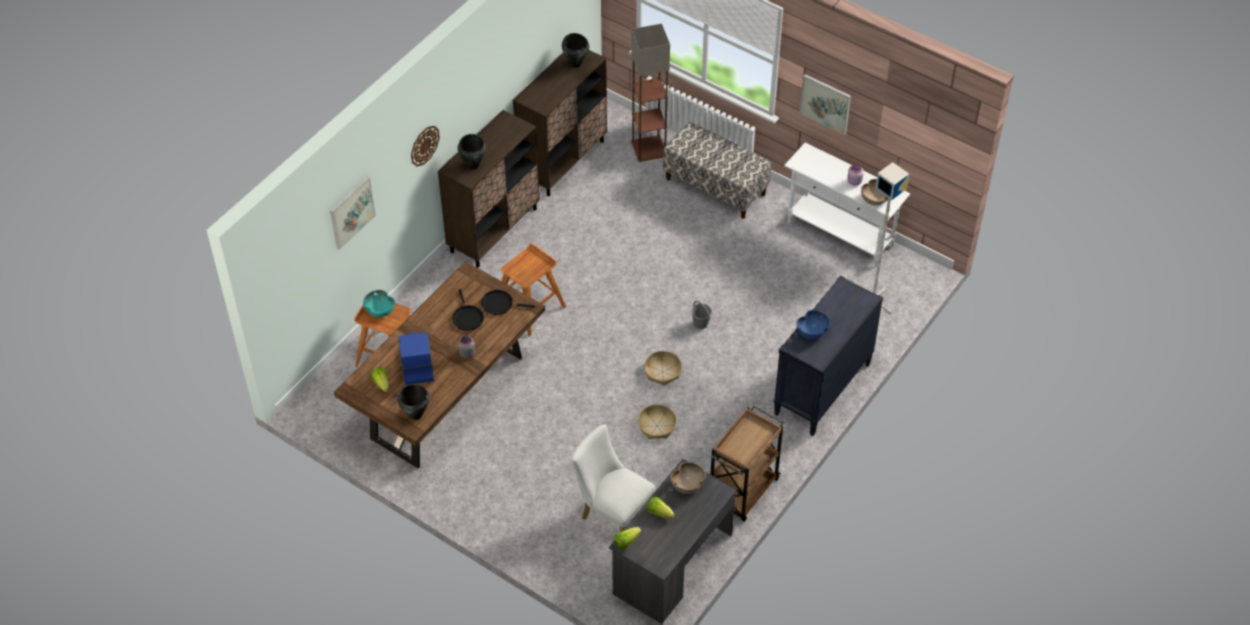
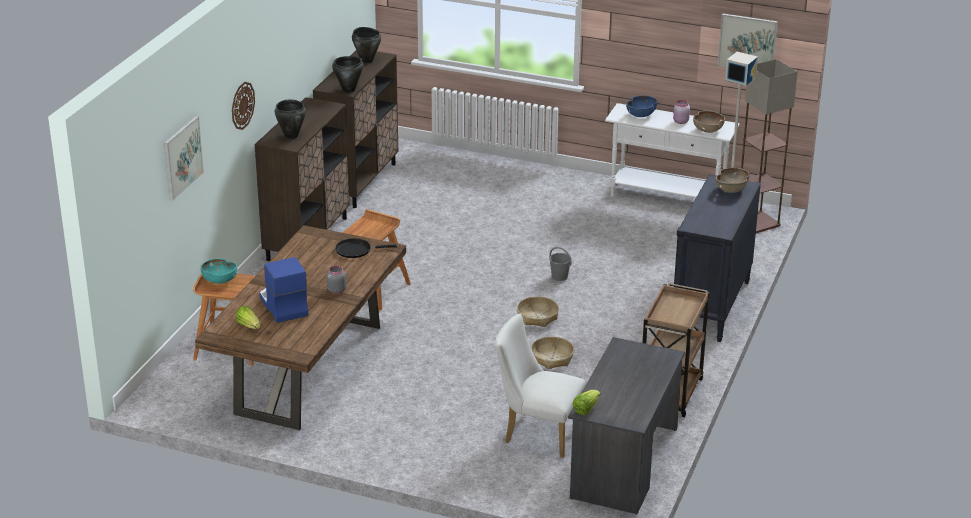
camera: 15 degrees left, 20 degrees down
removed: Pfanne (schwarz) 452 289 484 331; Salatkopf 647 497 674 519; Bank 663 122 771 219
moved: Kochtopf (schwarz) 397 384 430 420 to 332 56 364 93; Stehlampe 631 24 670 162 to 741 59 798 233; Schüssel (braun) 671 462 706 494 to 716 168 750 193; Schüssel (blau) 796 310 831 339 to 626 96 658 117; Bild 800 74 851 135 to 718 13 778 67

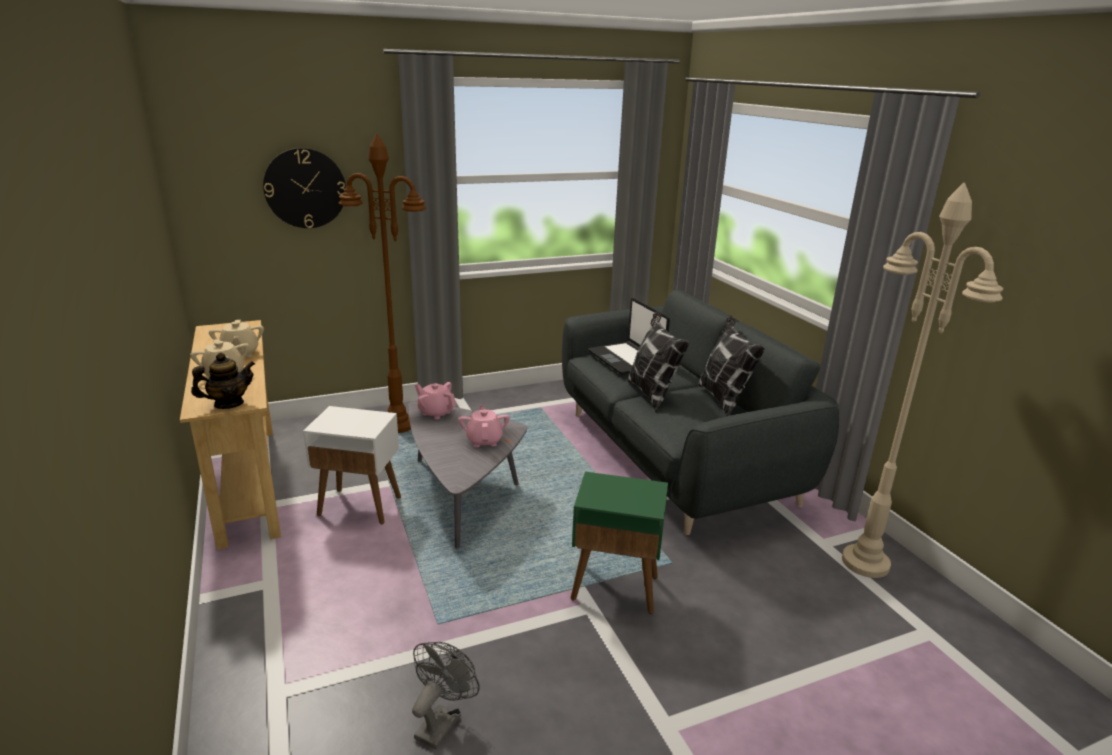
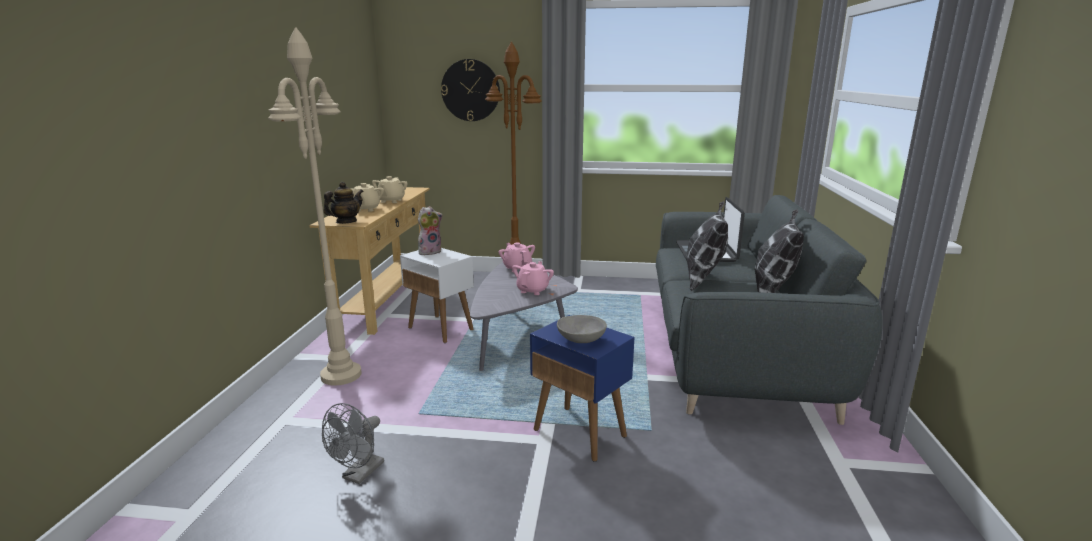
camera: 30 degrees right, 5 degrees down
added: Plüschtier 418 206 443 255; Schüssel (grau) 557 315 607 343
moved: Stehlampe (beige) 842 182 1003 578 to 268 27 362 385
recoloured: Beistelltisch (grün) 571 472 668 614 to Beistelltisch (blau) 530 315 635 462
turned: Teekanne 191 353 255 409 = 324 182 363 224 45 degrees counterclockwise; Ventilator (grau) 412 642 480 749 = 322 403 384 484 150 degrees clockwise

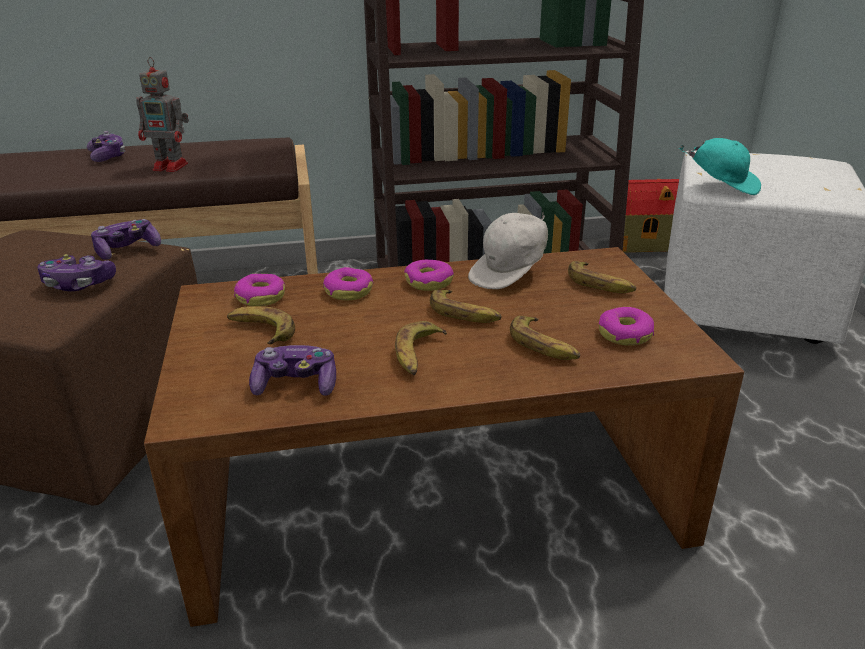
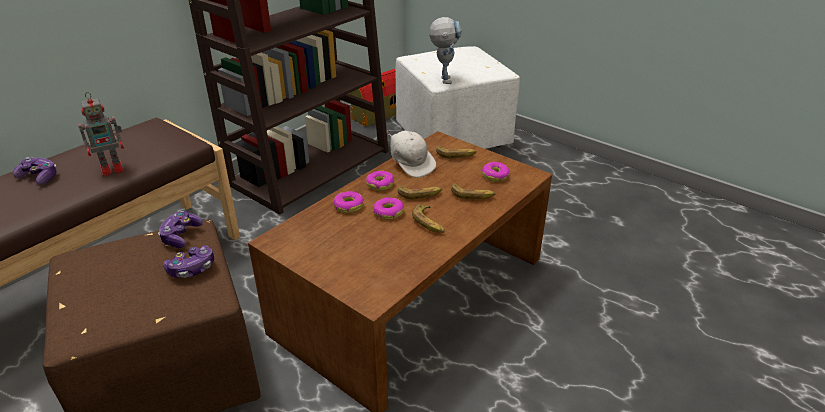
camera: 40 degrees left, 5 degrees up
removed: Banane 227 306 295 344; Gamepad 249 345 336 396
moved: Donut 234 274 286 306 to 373 197 404 220
replaced: Kappe (türkis) 679 138 761 195 to Spielzeugroboter 429 17 462 84
turned: Kappe (weiß) 468 213 548 289 = 387 130 436 178 45 degrees counterclockwise

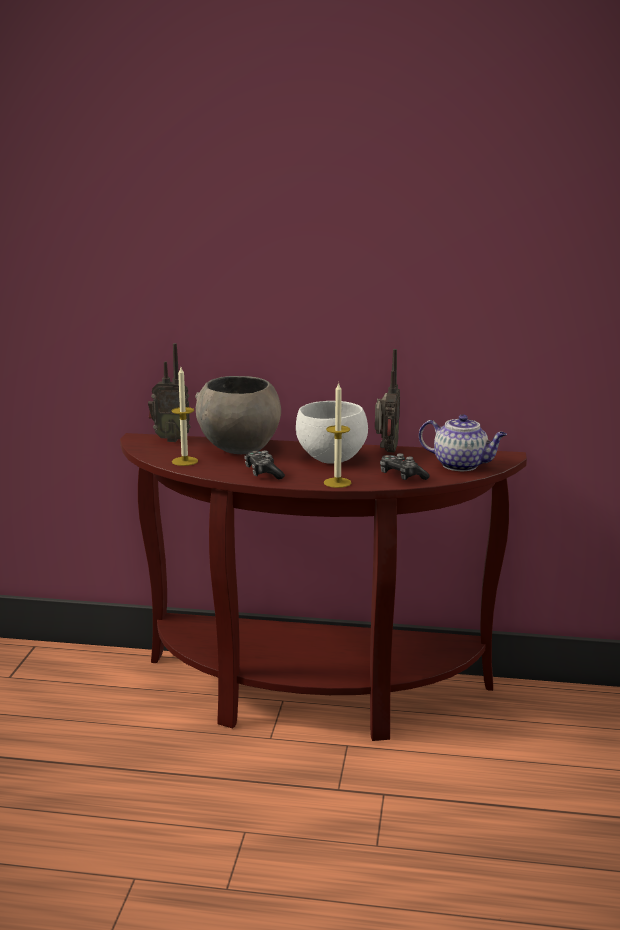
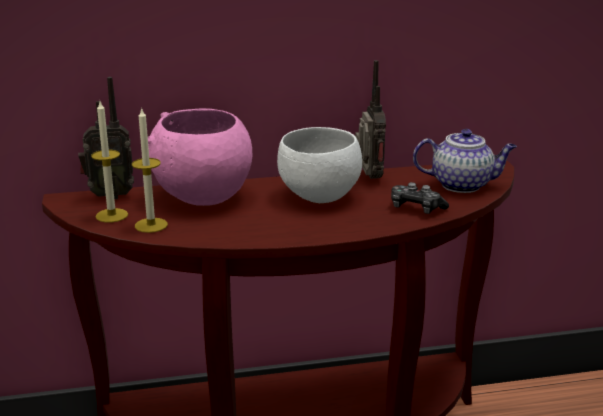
camera: 20 degrees left, 5 degrees up
removed: Gamepad 244 450 285 480
moved: Kerze 324 382 352 488 to 91 101 128 223
recoloured: Schüssel (grau) 195 376 281 454 to Schüssel (rosa) 148 108 252 206

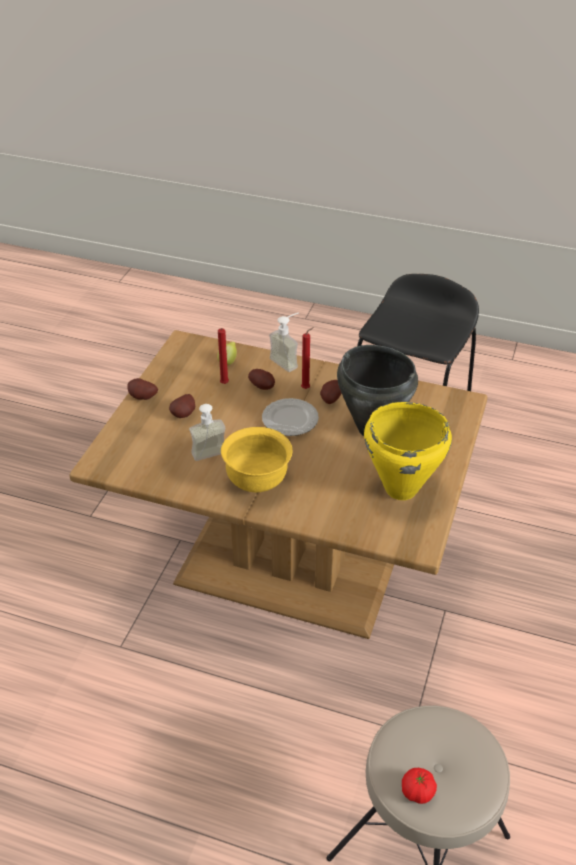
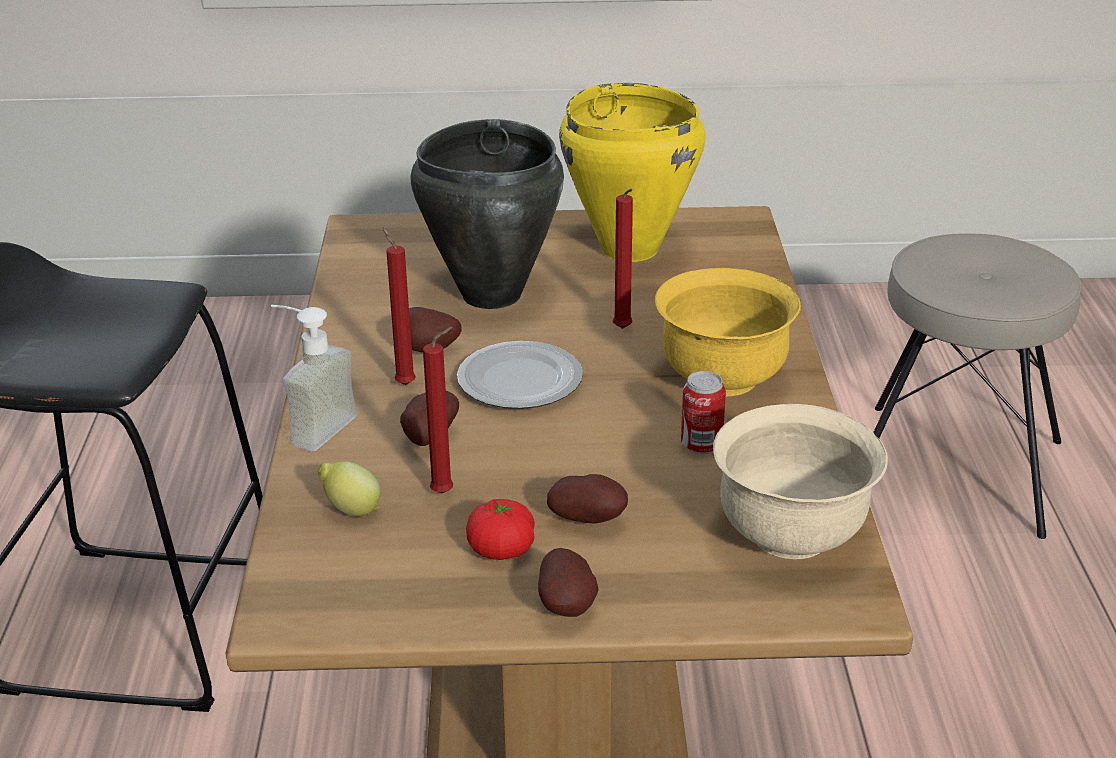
camera: 110 degrees left, 10 degrees down
added: Kerze (rot) 613 189 633 329; Schüssel (beige) 713 404 888 559
moved: Tomate 402 768 437 804 to 466 499 534 560
replaced: Seifenspender 189 404 225 461 to Dose 681 371 726 454

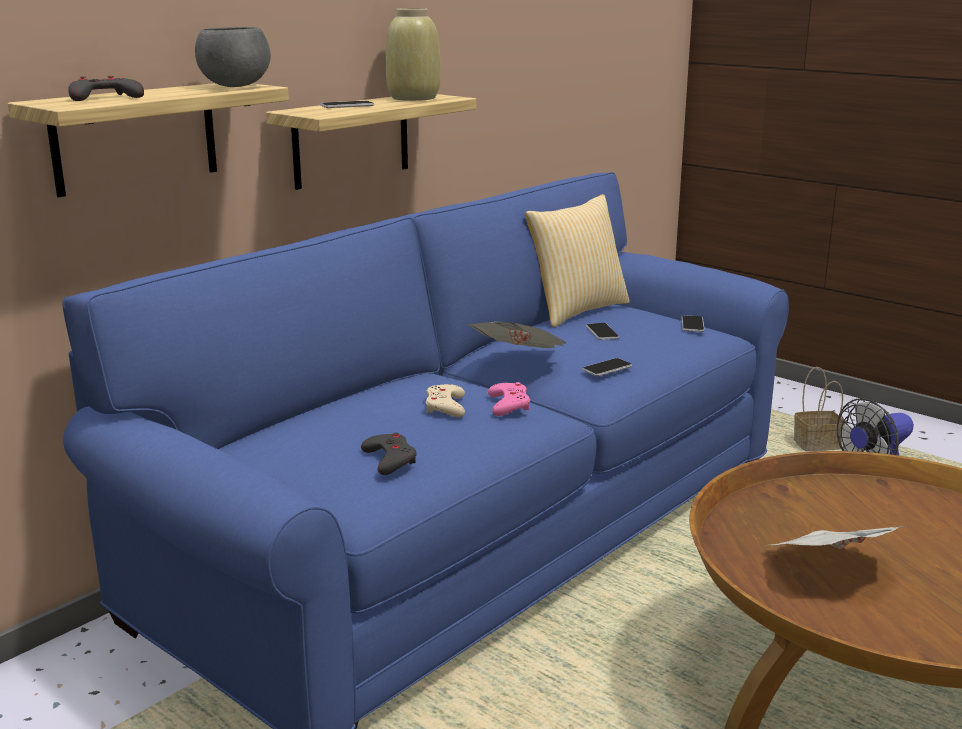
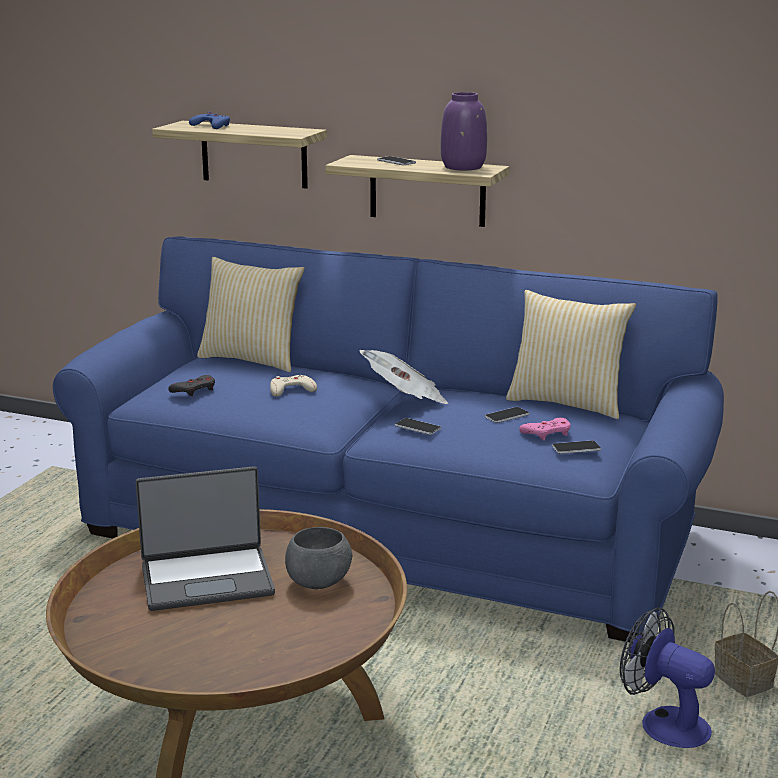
camera: 70 degrees right, 0 degrees up
added: Kissen 197 257 305 372
moved: Schüssel (grau) 195 27 271 87 to 285 527 352 589; Gamepad (rosa) 488 382 530 416 to 519 418 571 440
replaced: Zeitung 770 526 908 549 to Laptop 135 466 275 611
recoloured: Gamepad (grau) 68 76 144 101 to Gamepad (blau) 189 112 230 129; Vase (beige) 386 8 441 101 to Vase (lila) 441 92 487 170

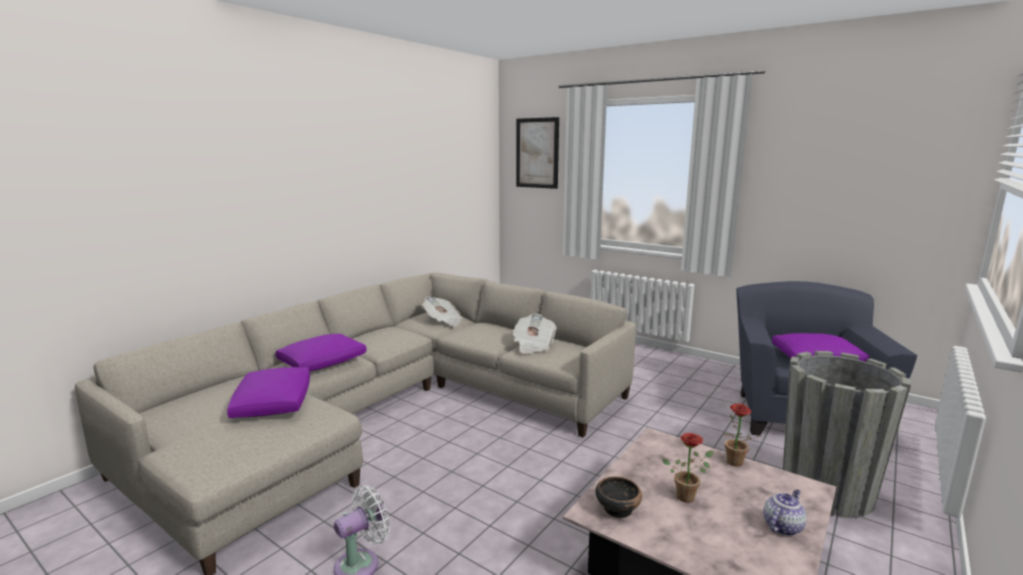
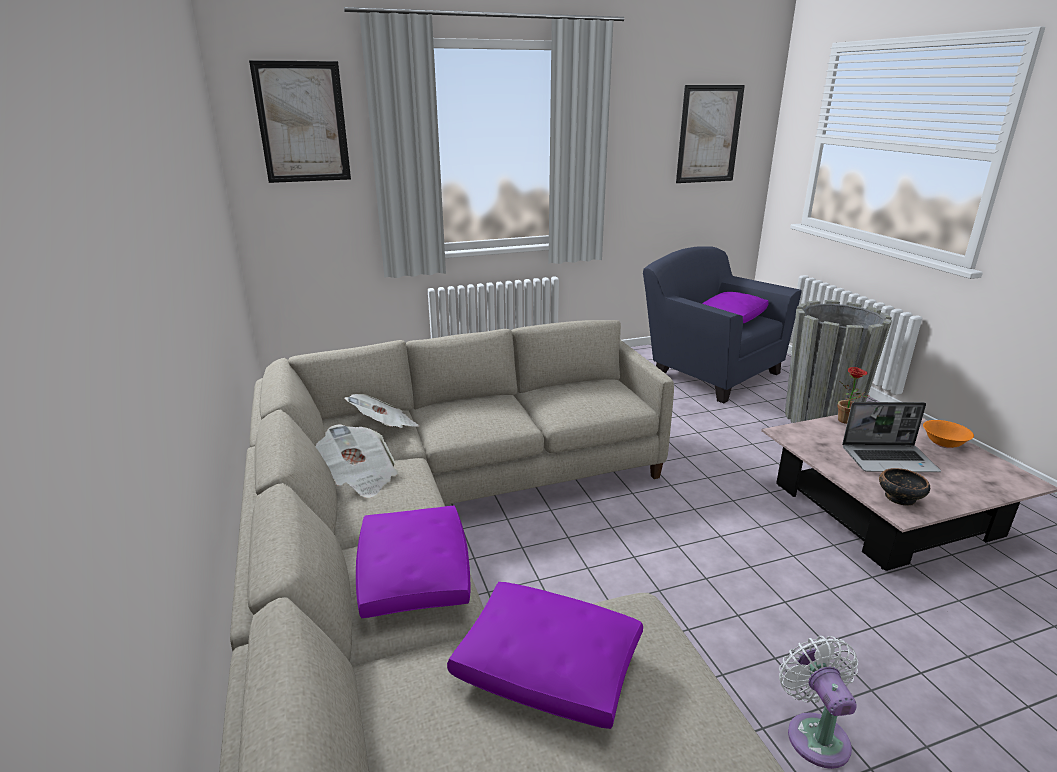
camera: 55 degrees left, 10 degrees up
added: Bild 676 85 745 183
moved: Zeitung 512 314 557 354 to 316 424 398 498
replaced: Topfpflanze 662 433 714 503 to Laptop 842 402 941 472; Teekanne 763 489 807 536 to Schüssel (orange) 923 420 974 448

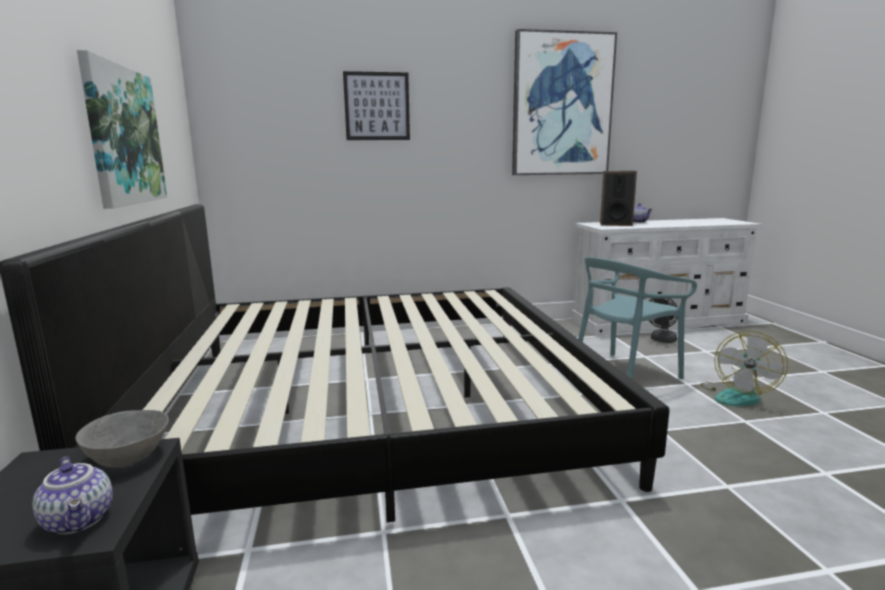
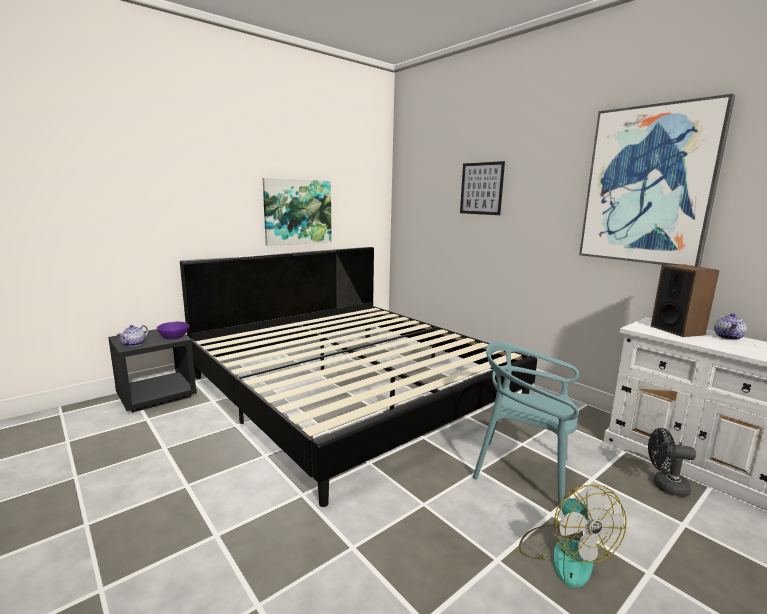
camera: 60 degrees right, 0 degrees up
recoloured: Schüssel (grau) 75 410 169 468 to Schüssel (lila) 157 322 190 339
turned: Ventilator 700 331 788 406 = 519 484 627 588 105 degrees counterclockwise

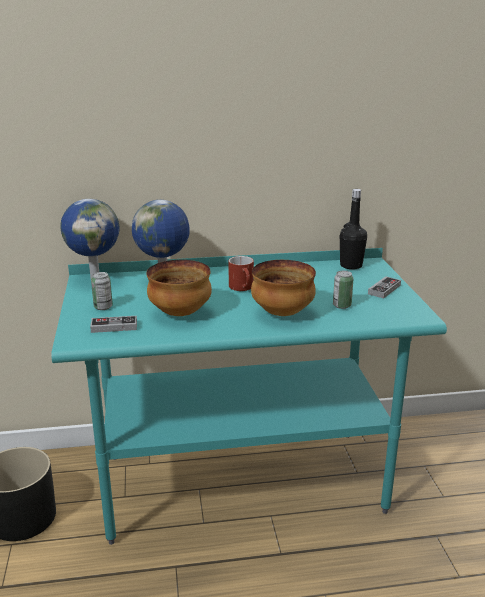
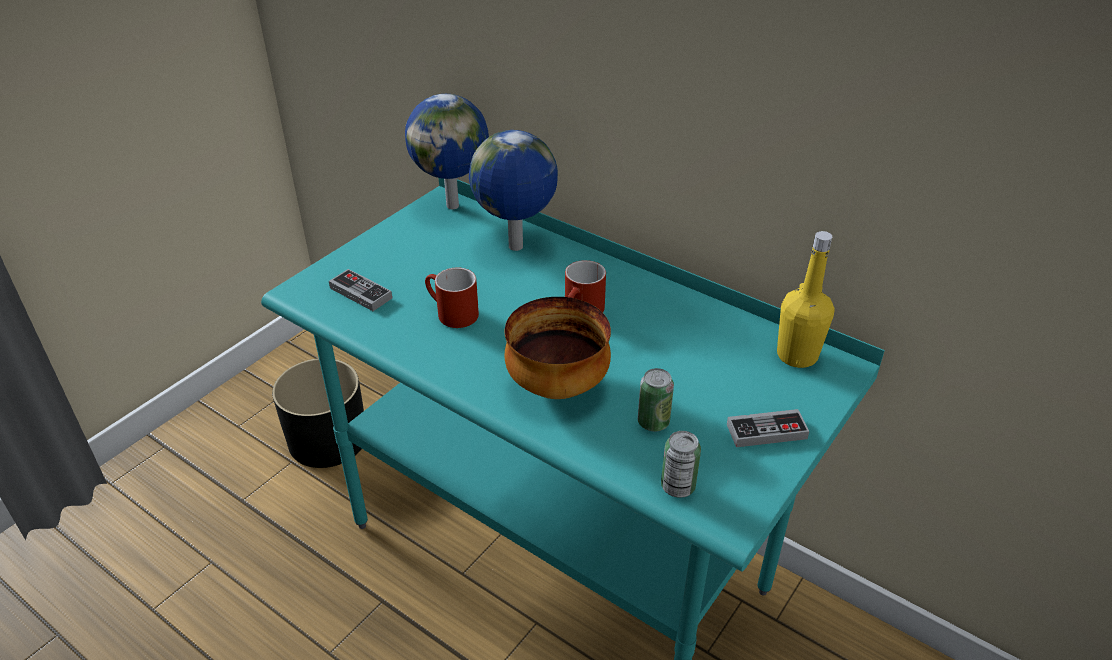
camera: 45 degrees right, 15 degrees up
moved: Dose 91 272 113 310 to 661 431 701 498
replaced: Schüssel 146 260 212 316 to Henkelbecher (rot) 425 267 479 328
recoloured: Flasche (schwarz) 340 189 367 269 to Flasche (gelb) 777 231 834 368

